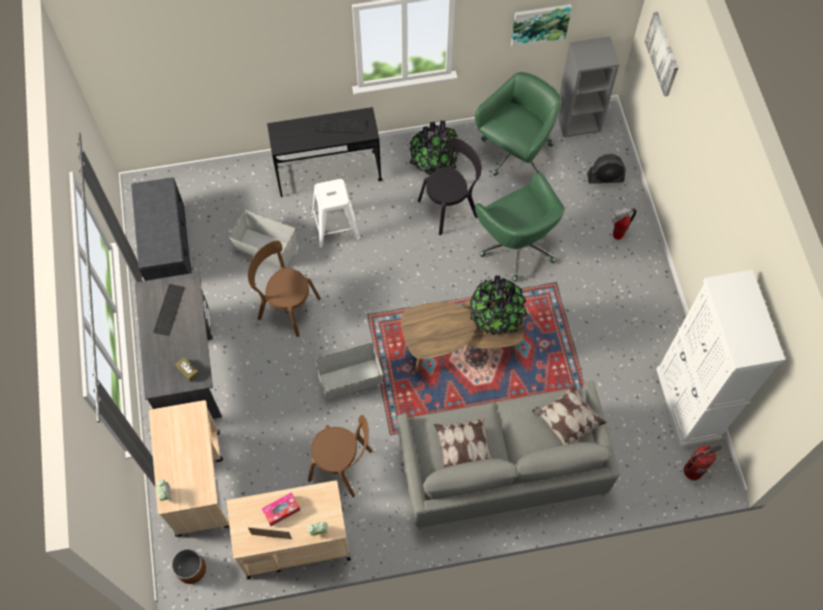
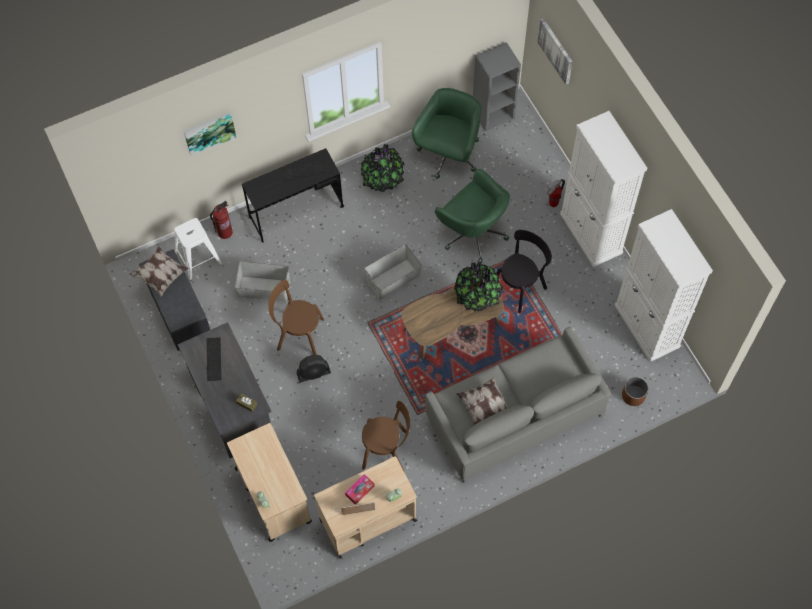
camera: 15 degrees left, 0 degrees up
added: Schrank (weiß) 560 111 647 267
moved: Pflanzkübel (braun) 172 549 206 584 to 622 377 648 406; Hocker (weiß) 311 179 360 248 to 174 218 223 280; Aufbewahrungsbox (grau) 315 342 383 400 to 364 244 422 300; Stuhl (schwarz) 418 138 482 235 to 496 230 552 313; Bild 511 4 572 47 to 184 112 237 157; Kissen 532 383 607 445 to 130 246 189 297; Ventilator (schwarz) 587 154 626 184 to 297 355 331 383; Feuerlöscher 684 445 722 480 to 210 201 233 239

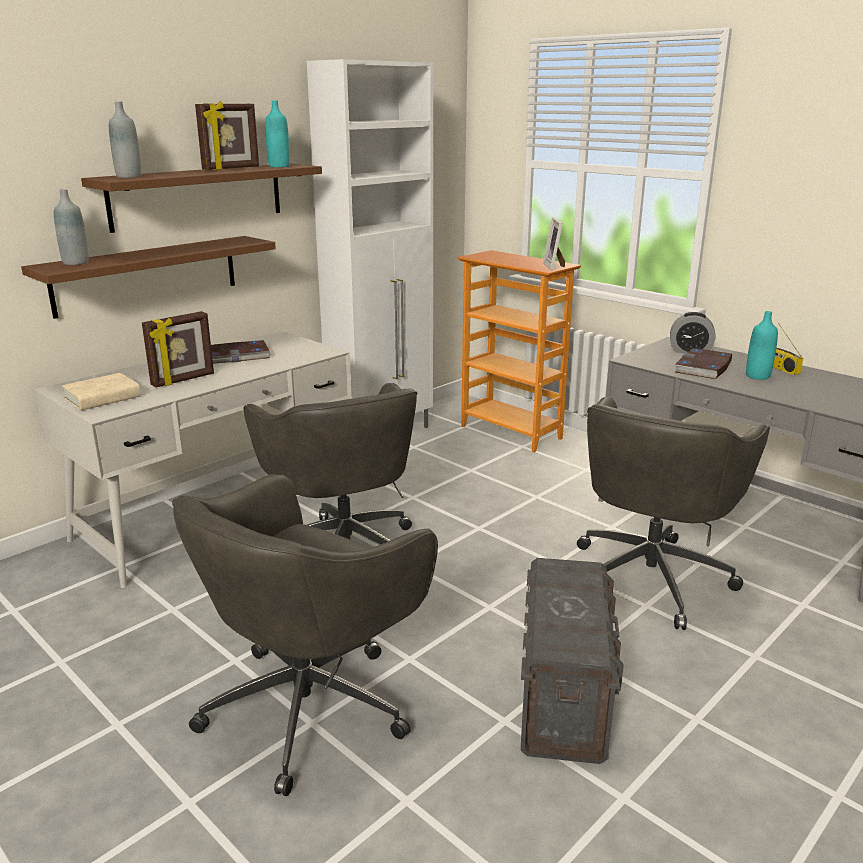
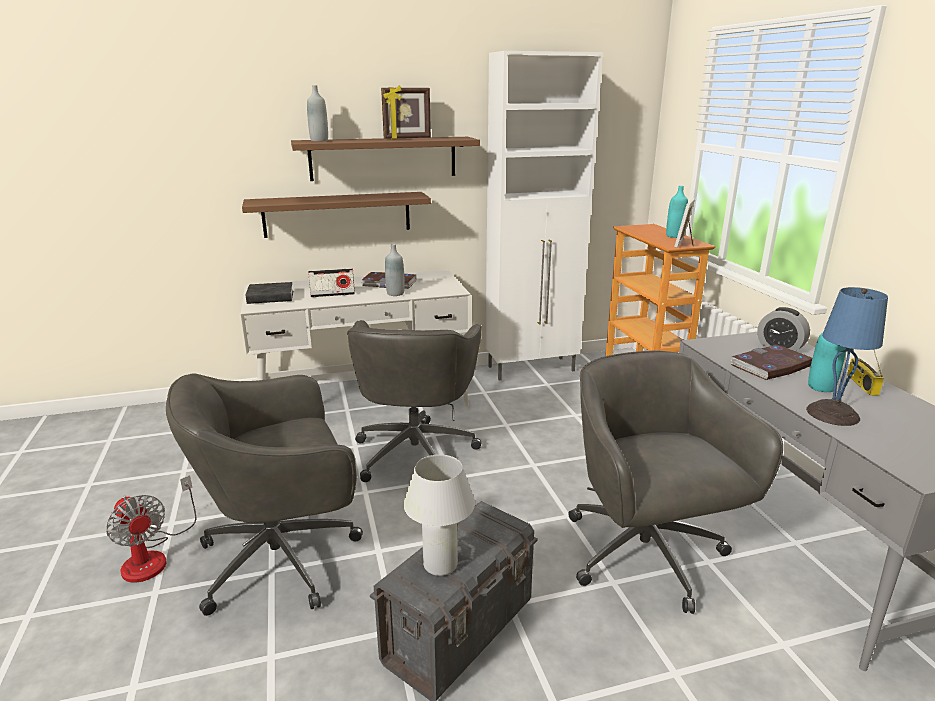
camera: 30 degrees right, 0 degrees up
added: Ventilator 106 475 196 583; Tischlampe (weiß) 403 455 475 576; Tischlampe (blau) 806 287 888 426
moved: Flasche (grau) 54 189 89 265 to 385 244 405 296; Flasche (türkis) 265 101 290 167 to 666 186 688 238
replaced: Bilderrahmen 142 311 214 387 to Radio 308 268 355 297
recoloured: Buch (beige) 62 373 141 411 to Buch (schwarz) 246 282 293 304
turned: Bürostuhl (grau) 577 397 770 630 = 568 351 783 614 105 degrees clockwise

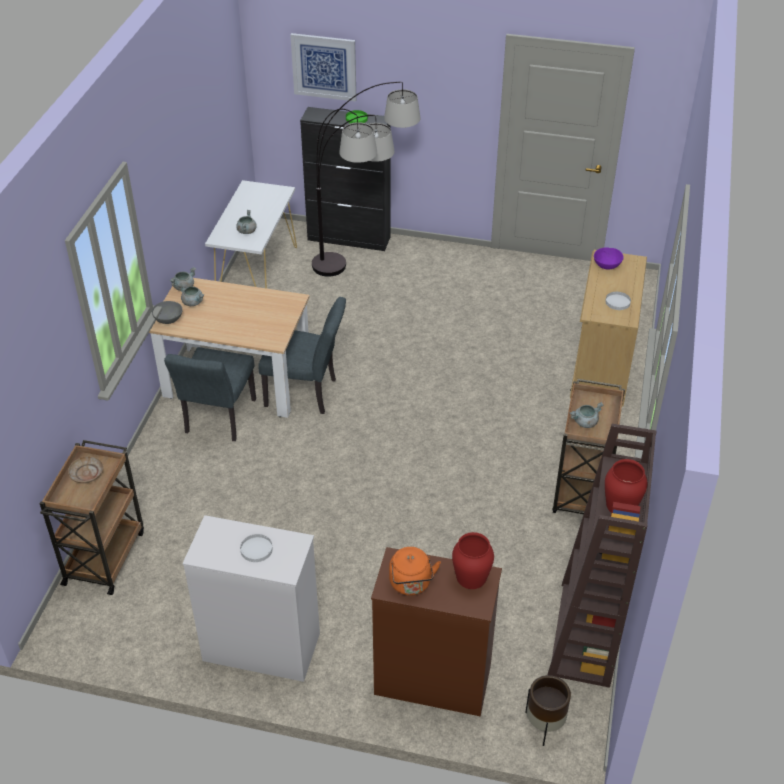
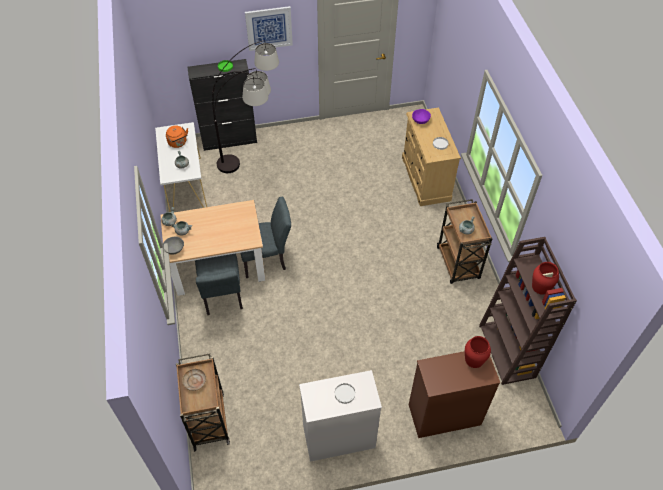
camera: 25 degrees left, 10 degrees up
removed: Pflanzkübel (braun) 525 675 571 746
moved: Bild 290 33 357 101 to 245 6 293 51; Wasserkessel (orange) 389 547 441 596 to 166 125 188 148

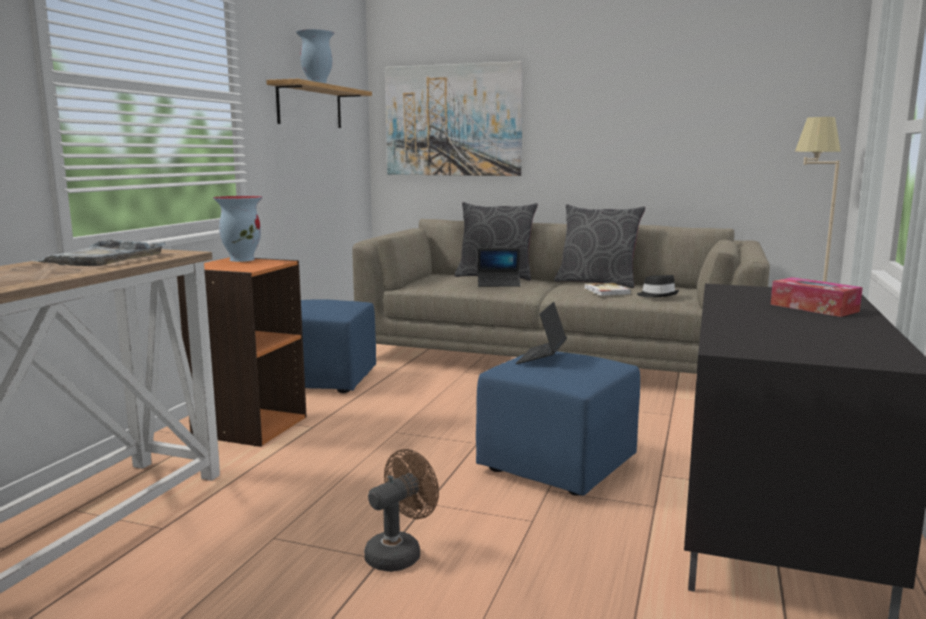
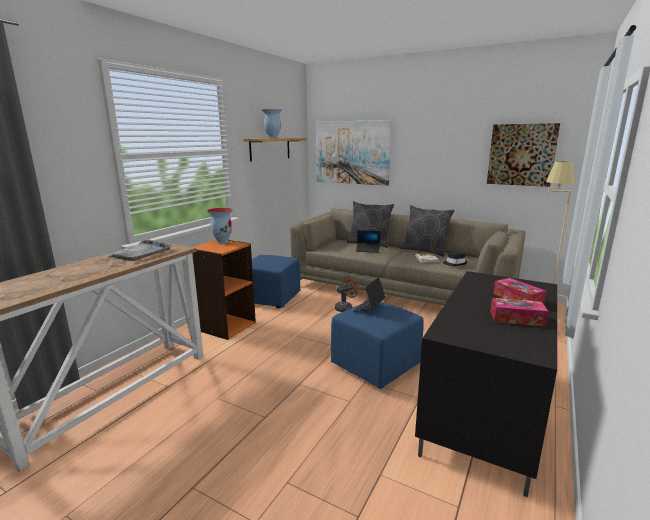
camera: 10 degrees right, 5 degrees up
added: Bild 487 123 560 187; Taschentuchbox 490 298 549 327
moved: Ventilator (braun) 364 449 439 572 to 335 276 359 312

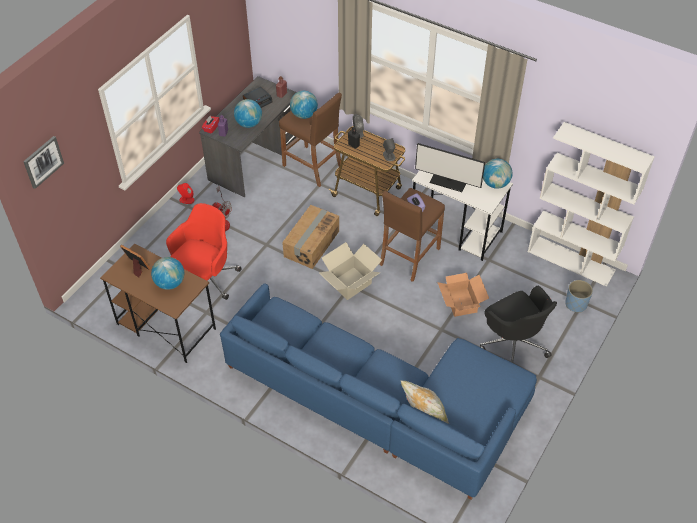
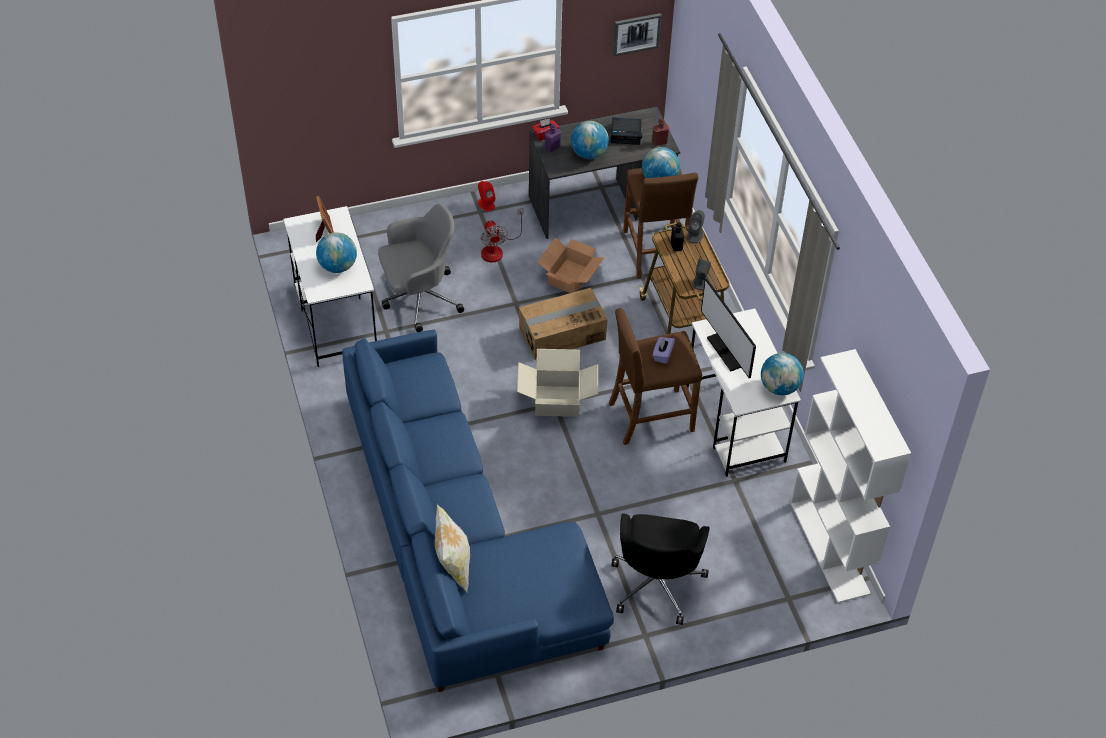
camera: 40 degrees right, 0 degrees up
removed: Pflanzkübel (blau) 565 280 593 313
moved: Bild 23 136 64 189 to 613 13 662 56; Karton 437 273 489 317 to 537 237 605 293
recoloured: Schreibtisch (braun) 100 244 216 363 to Schreibtisch (weiß) 283 206 377 367; Bürostuhl (rot) 166 203 242 300 to Bürostuhl (grau) 378 204 464 332

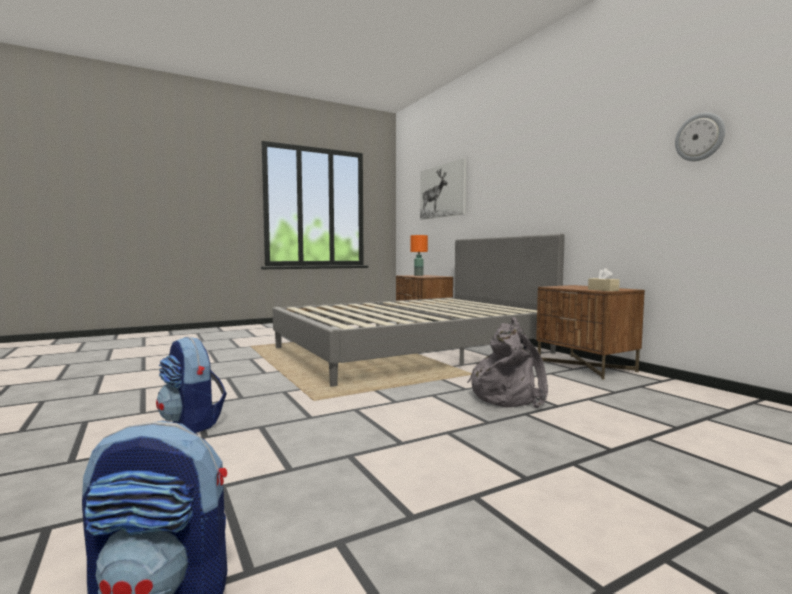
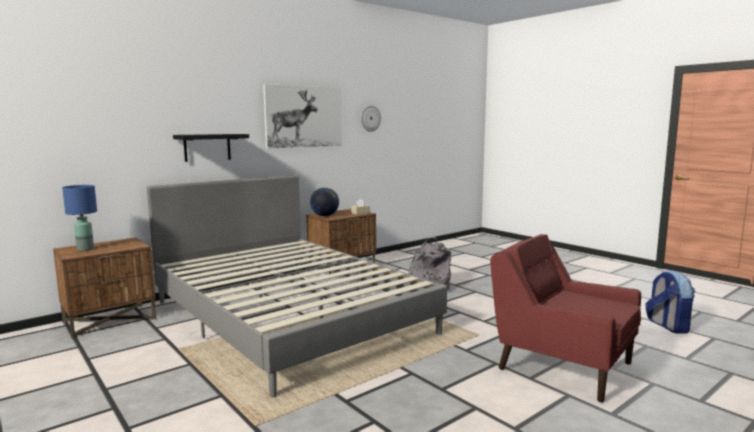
camera: 100 degrees left, 5 degrees up
added: Wandregal (schwarz) 173 134 249 162; Globus 310 188 339 216
moved: Bild 420 158 466 220 to 263 84 342 149
replaced: Rucksack 156 337 227 433 to Sessel (rot) 490 234 641 402
recoloured: Tischlampe (orange) 410 235 428 276 to Tischlampe (blau) 62 185 97 251

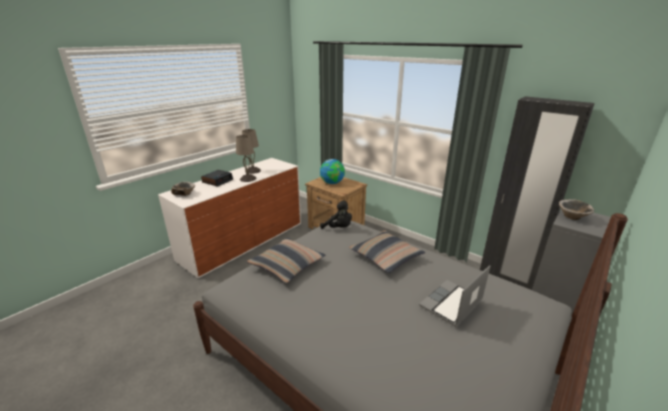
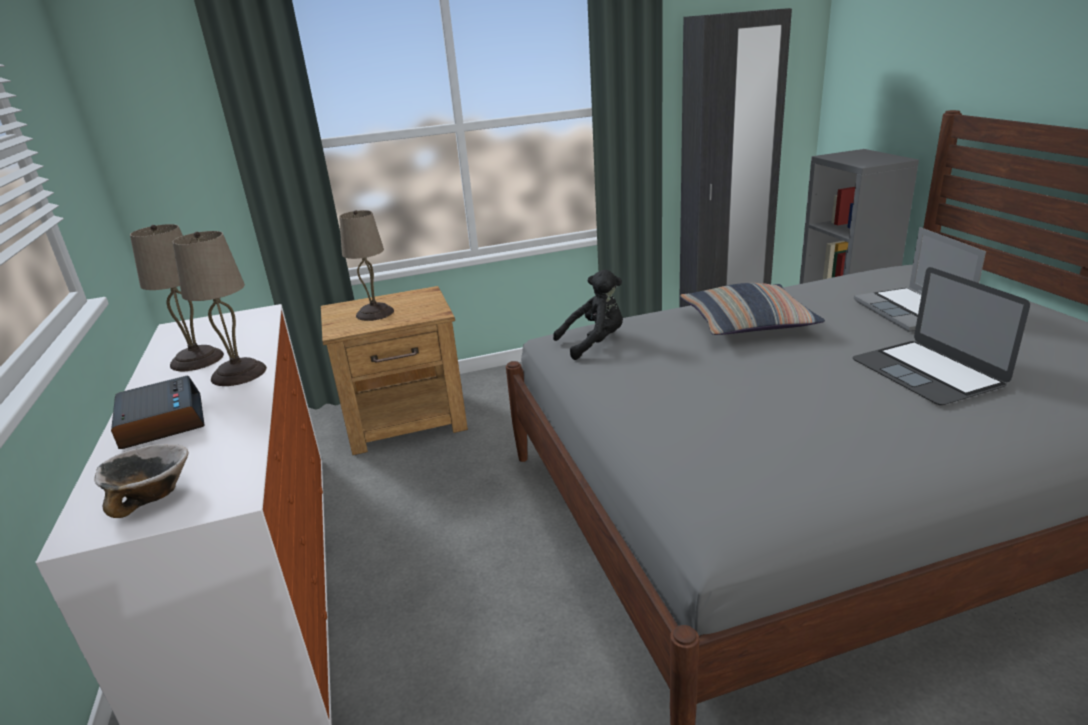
camera: 55 degrees left, 0 degrees up
removed: Kissen 247 238 325 283; Schüssel 559 199 594 220
added: Laptop 853 267 1030 405
replaced: Globus 320 159 345 184 to Tischlampe (beige) 339 210 394 321

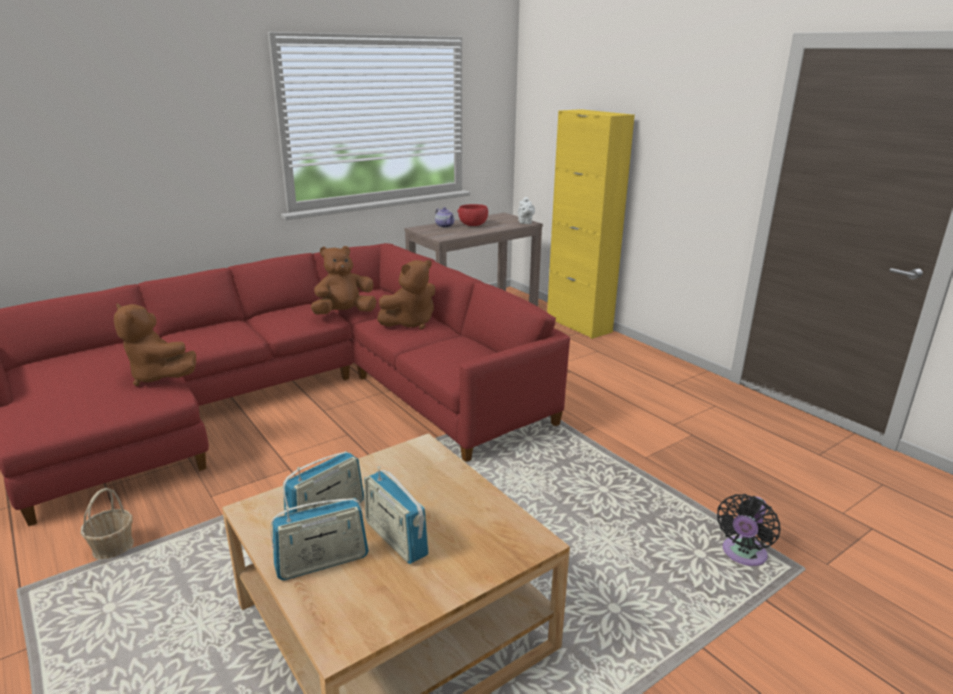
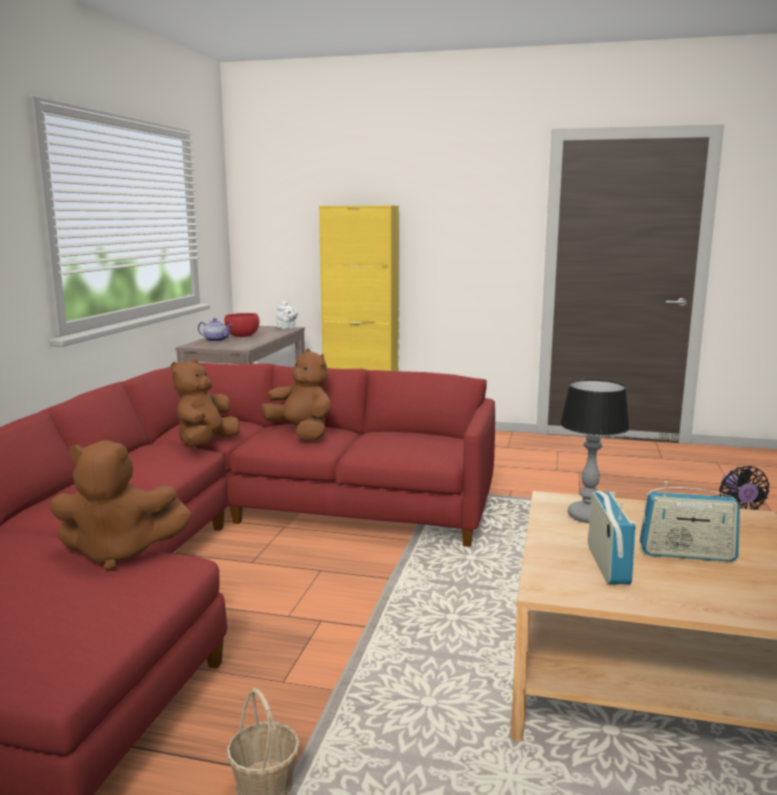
camera: 40 degrees left, 10 degrees down
removed: Radio 270 498 369 580
added: Tischlampe 560 380 630 523
turned: Plüschtier (braun) 377 260 435 329 = 261 349 331 440 60 degrees counterclockwise

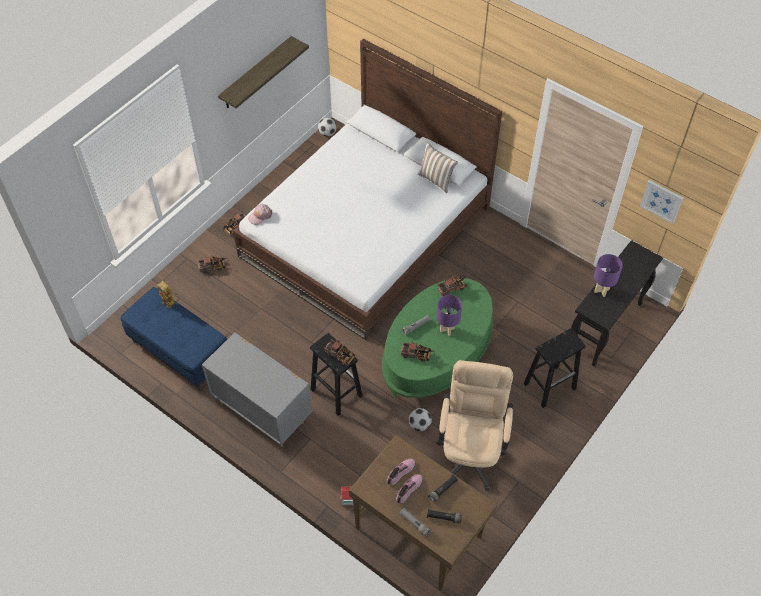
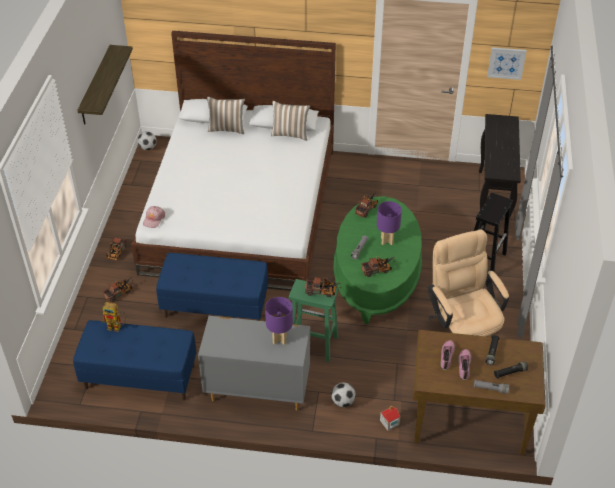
camera: 30 degrees left, 10 degrees down
added: Bank (blau) 156 253 268 321; Kissen 207 97 245 134
moved: Fußball 409 408 432 431 to 331 383 356 407; Tischlampe (lila) 594 254 623 297 to 265 297 293 345
recoloured: Hocker (schwarz) 310 333 363 416 to Hocker (grün) 289 279 339 362

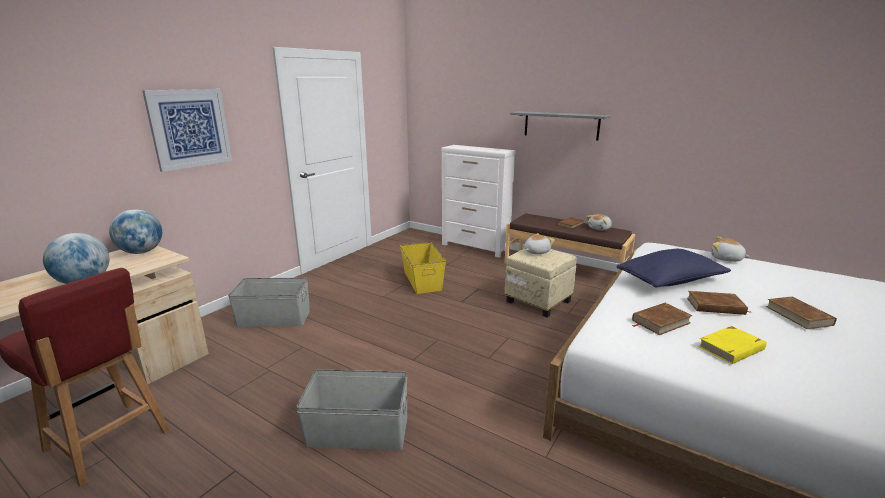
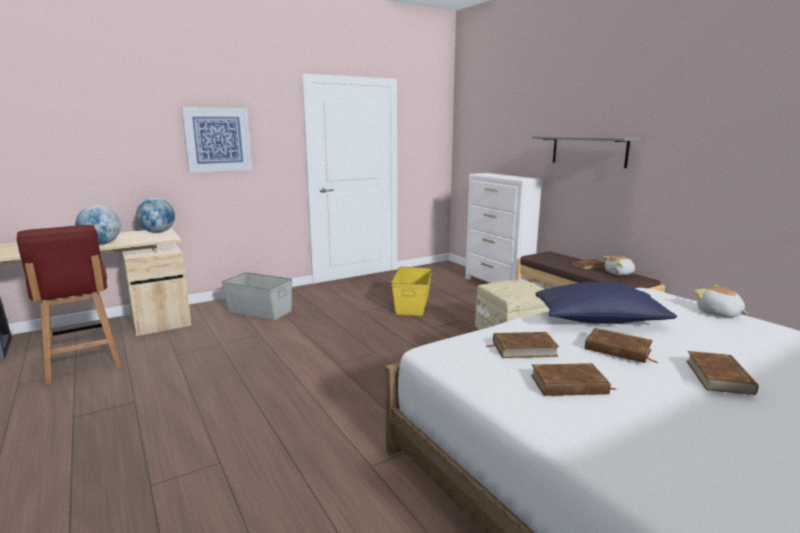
camera: 25 degrees right, 5 degrees down
removed: Aufbewahrungsbox (grau) 296 369 407 450; Plüschtier 524 233 555 254
recoloured: Buch (gelb) 698 326 767 364 to Buch (braun) 531 363 616 396

